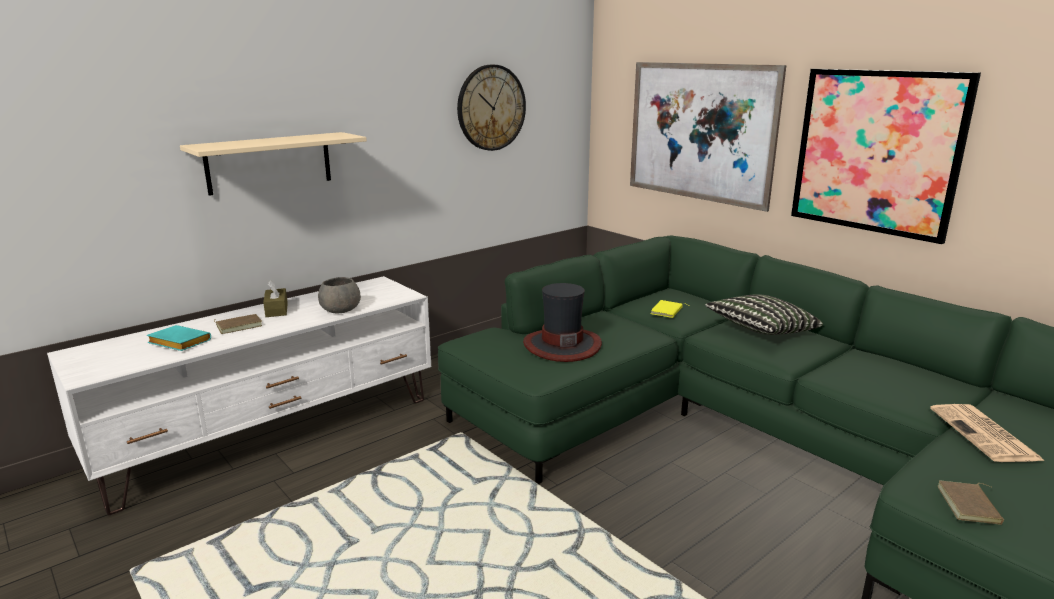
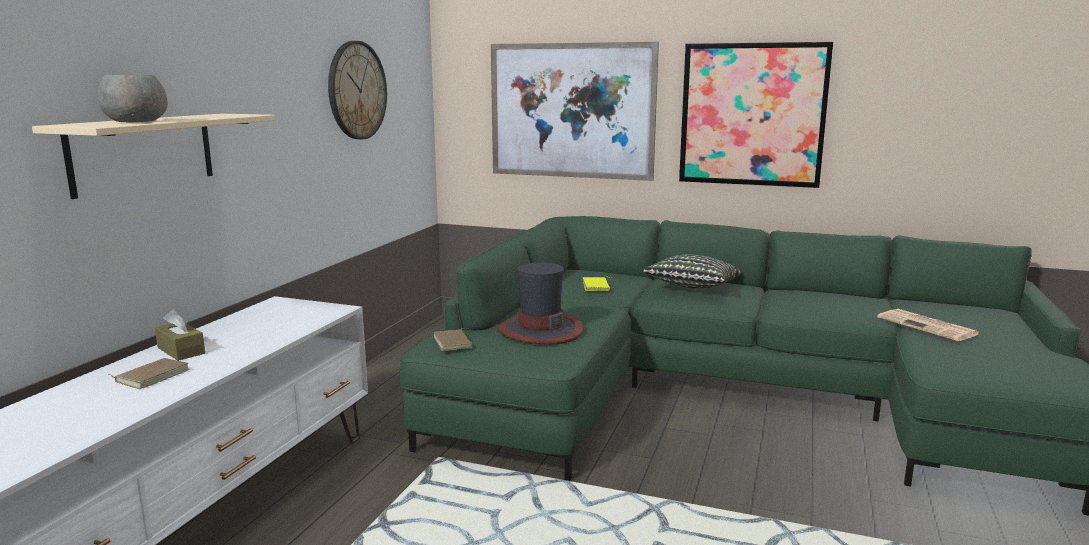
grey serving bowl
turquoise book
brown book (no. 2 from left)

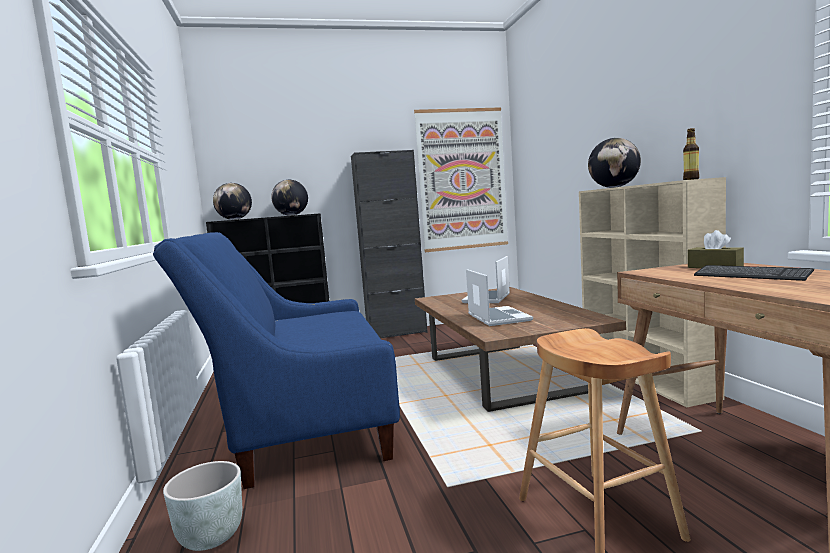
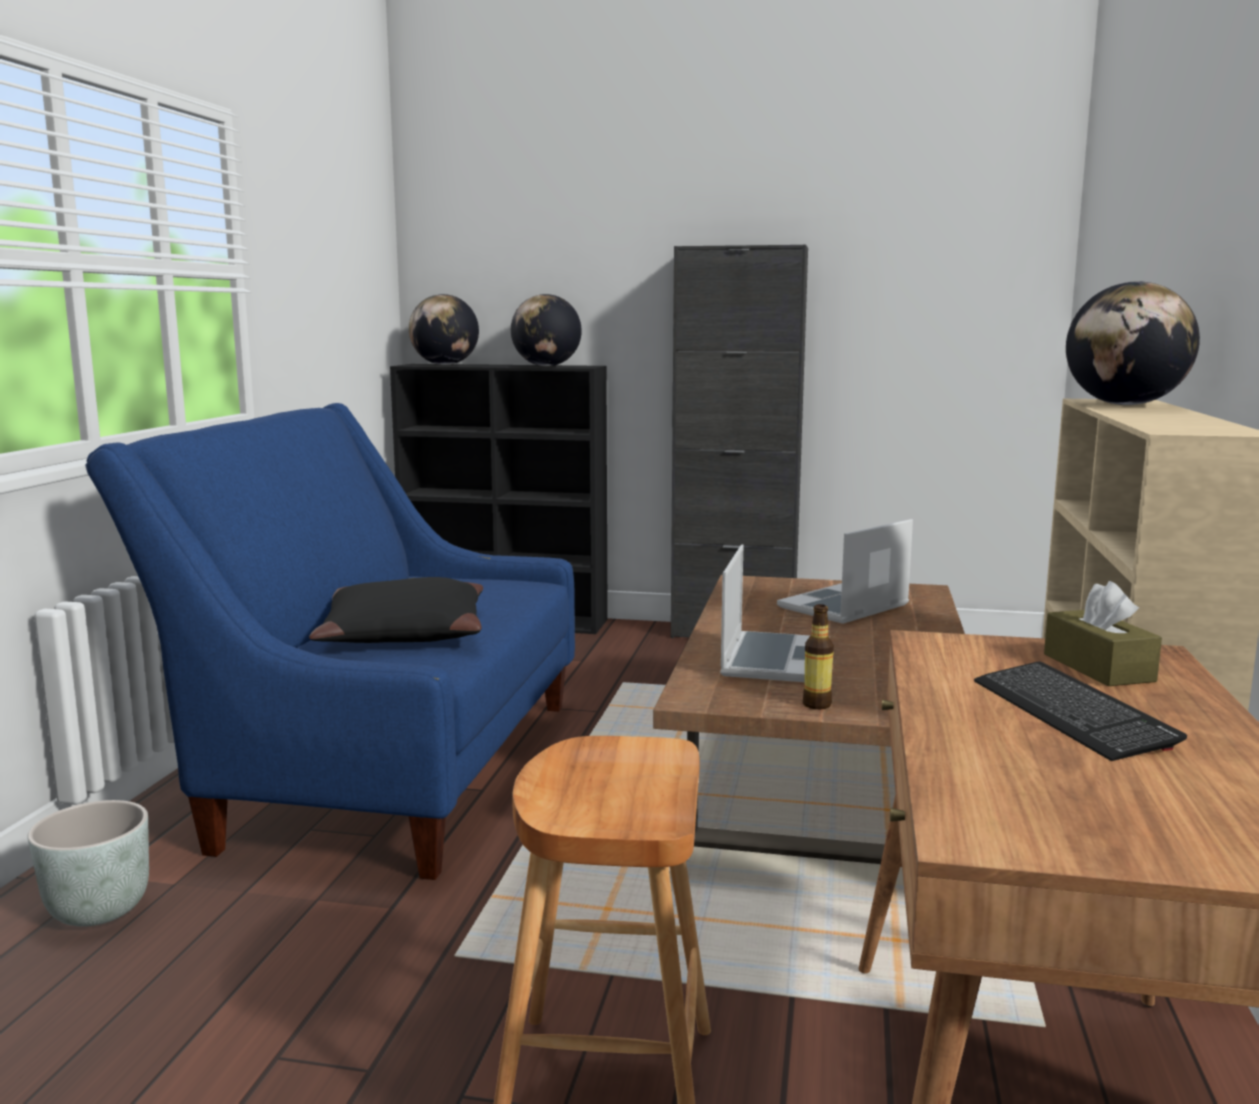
picture
beverage bottle
blackish cushion

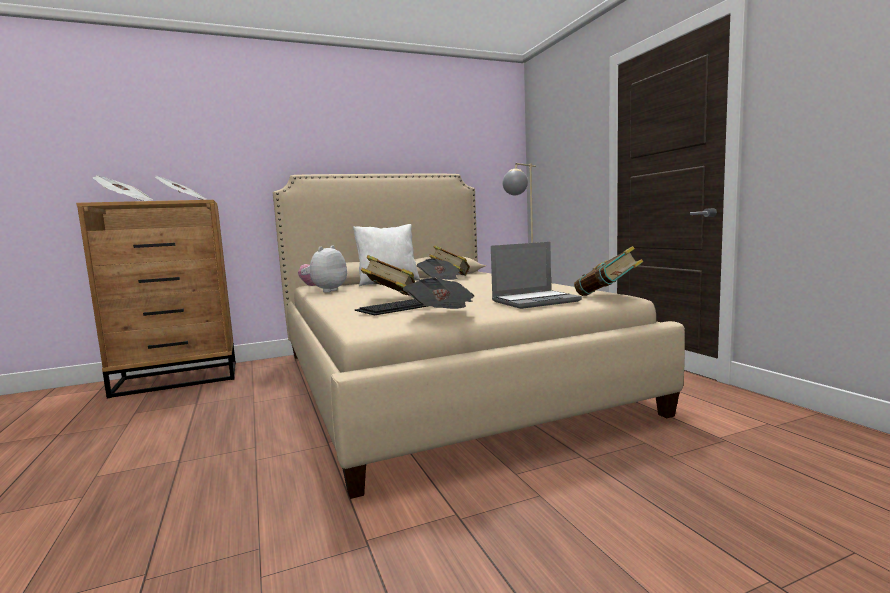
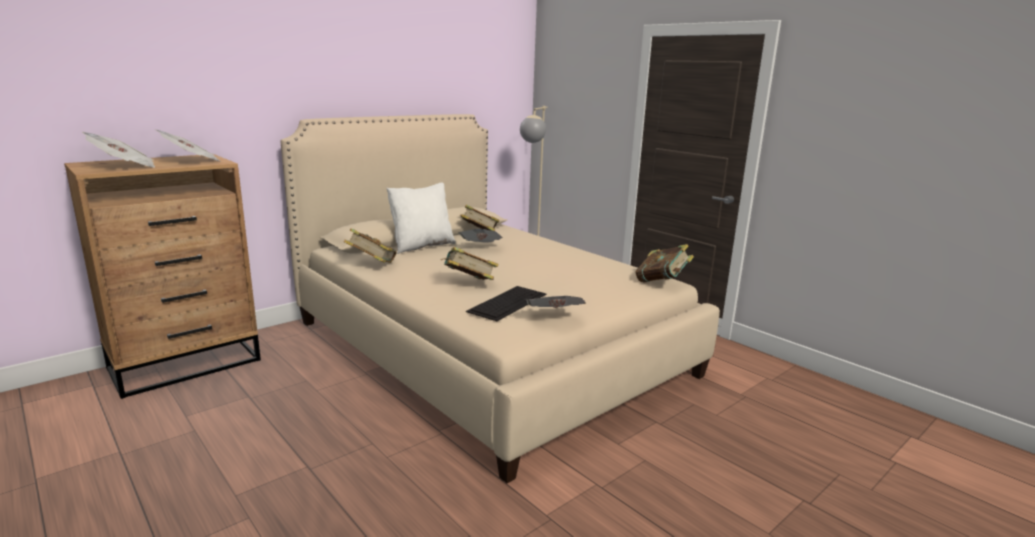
portable computer
book (no. 1 from left)

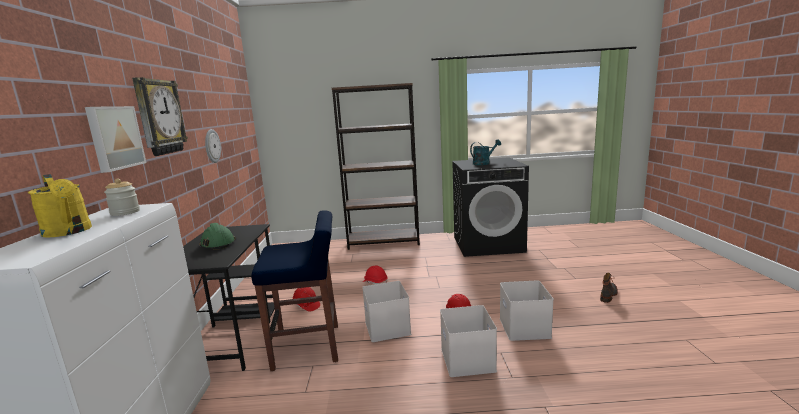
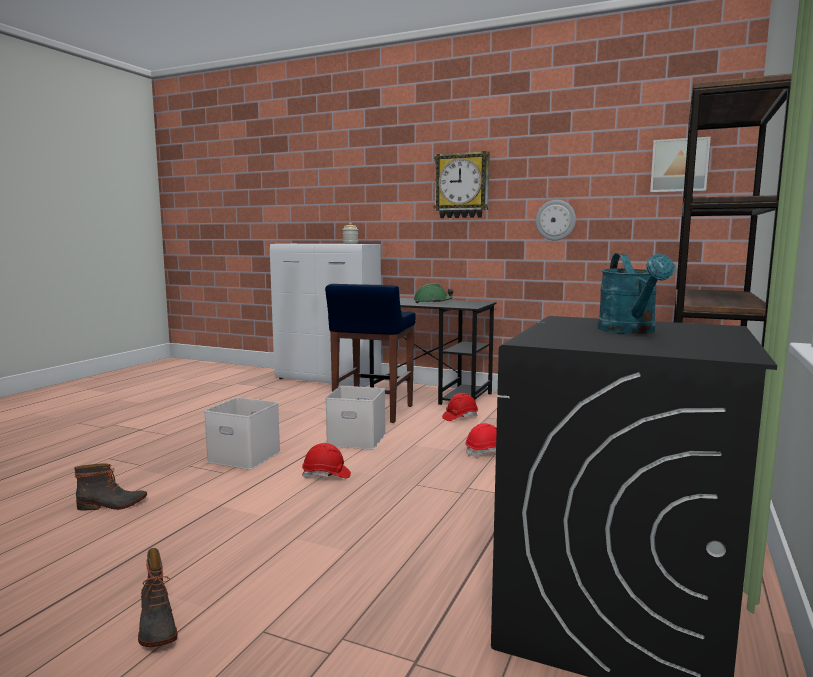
picture
yellowish watering can
white-coloured storage bin (no. 3 from left in the first image)
tall boot (no. 1 from left)

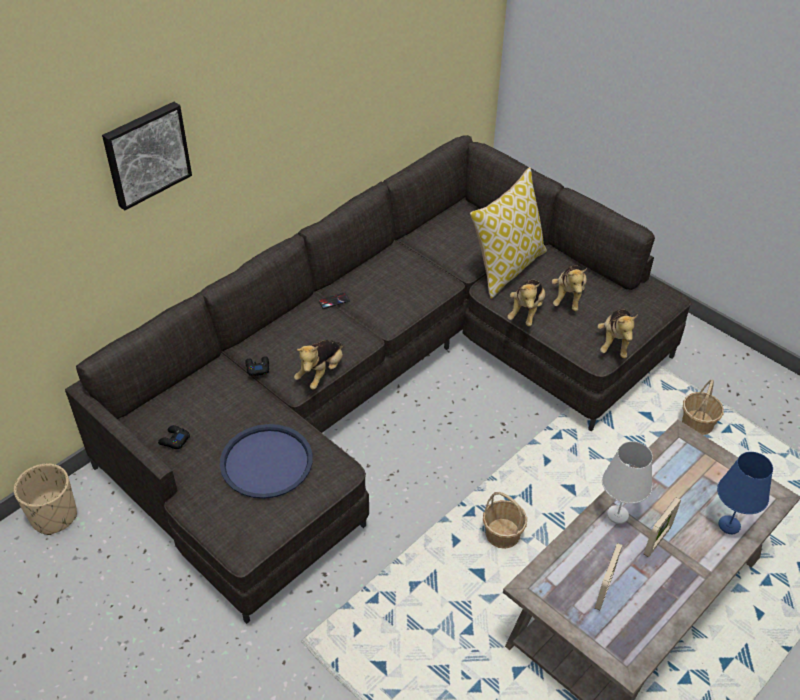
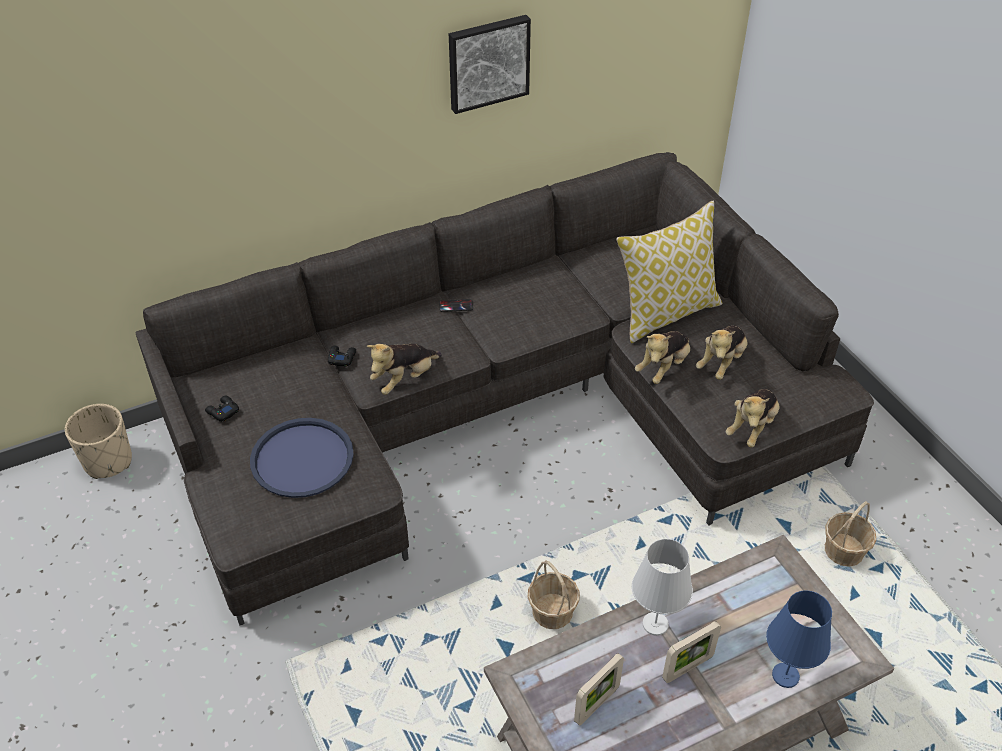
picture

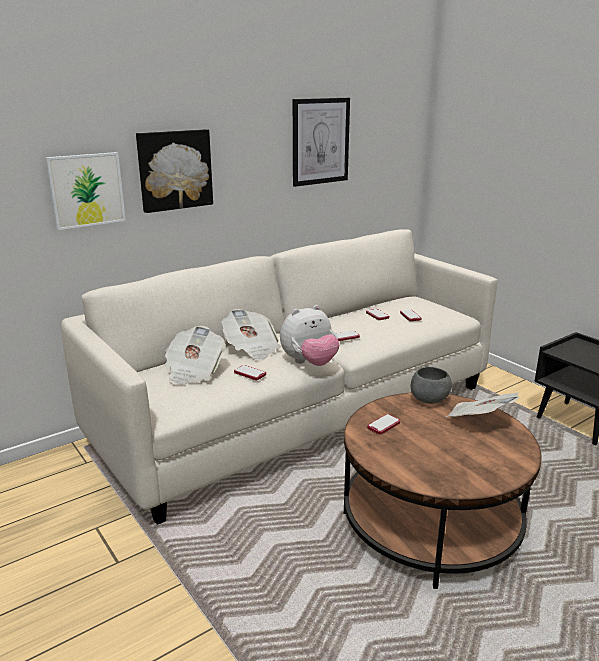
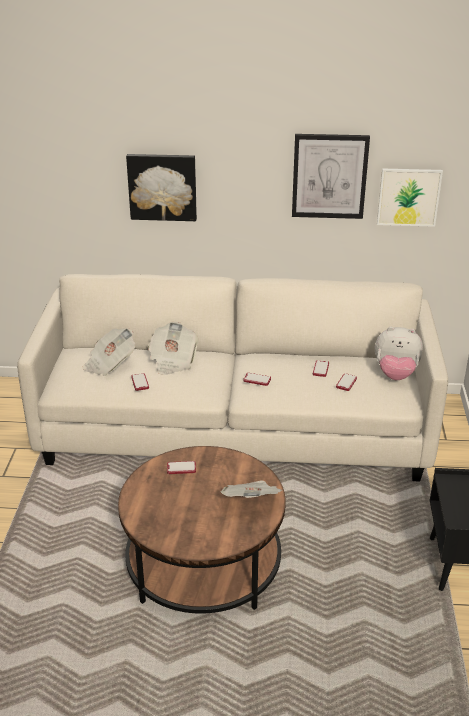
picture (no. 3 from left)
soft toy
grey serving bowl

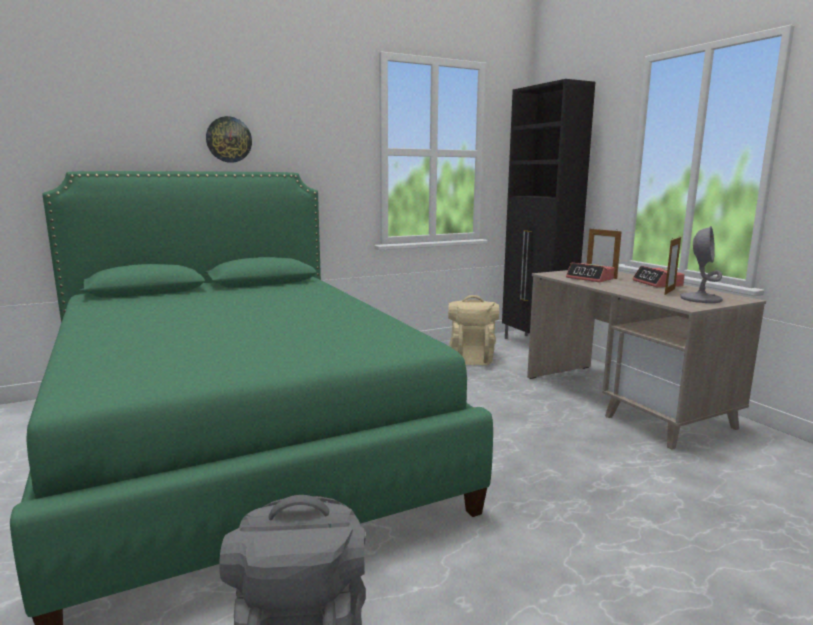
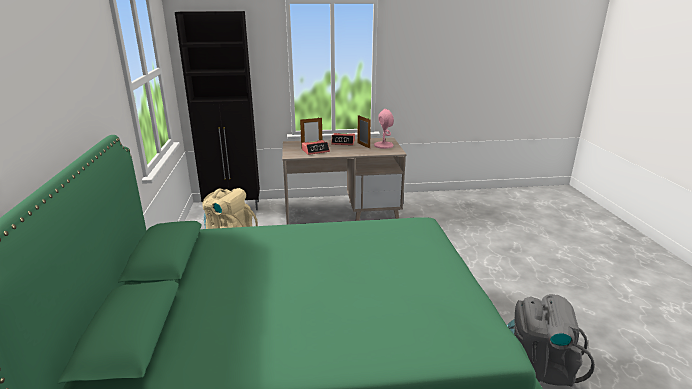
wall clock
pink-coloured lamp for a table

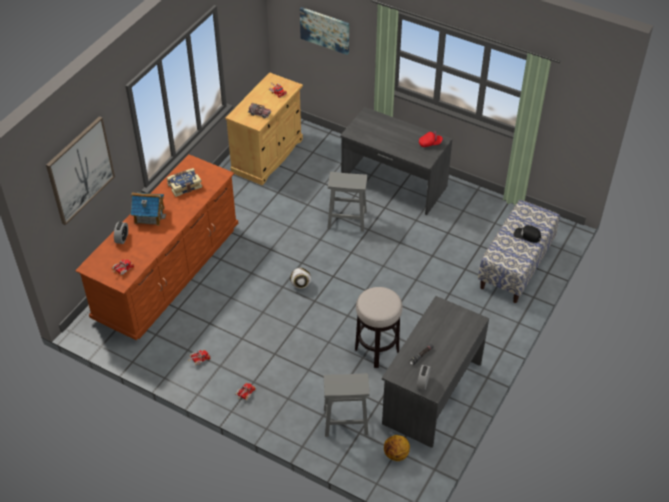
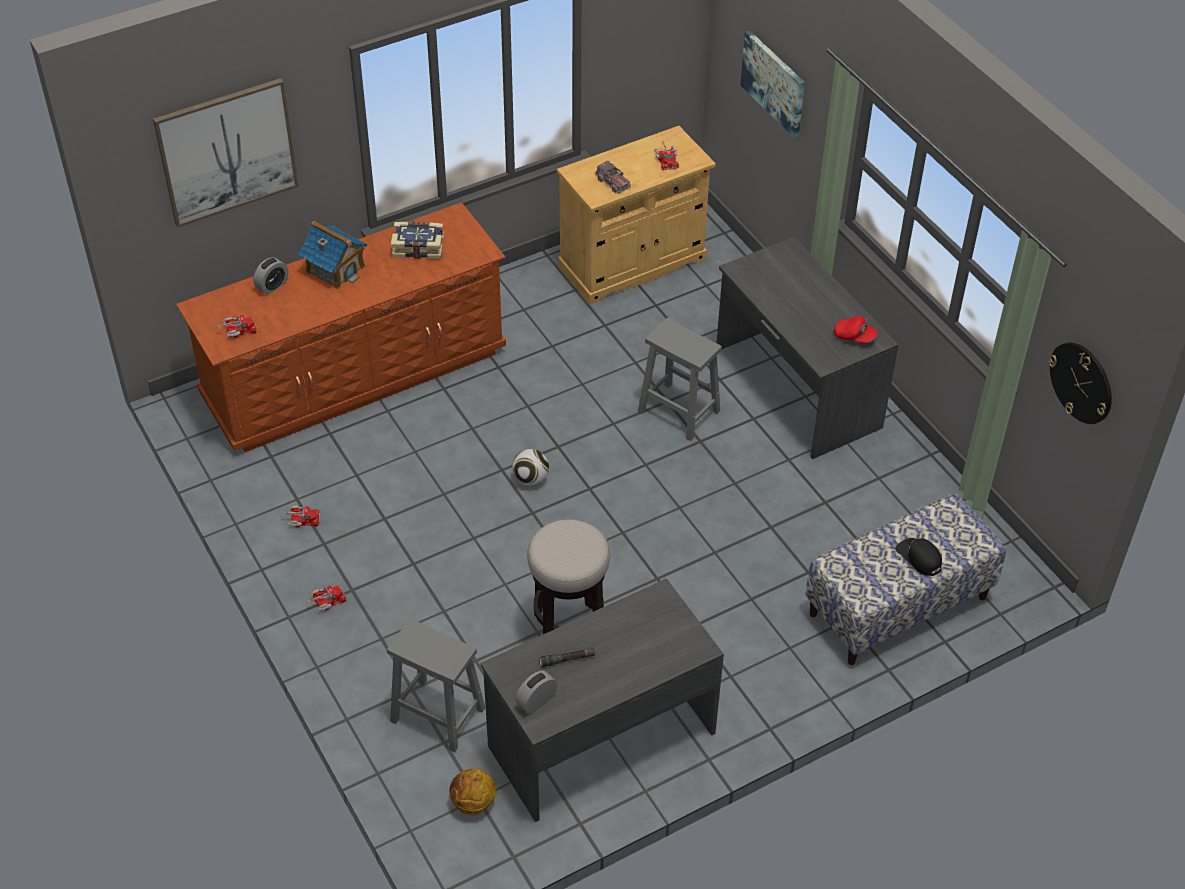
wall clock

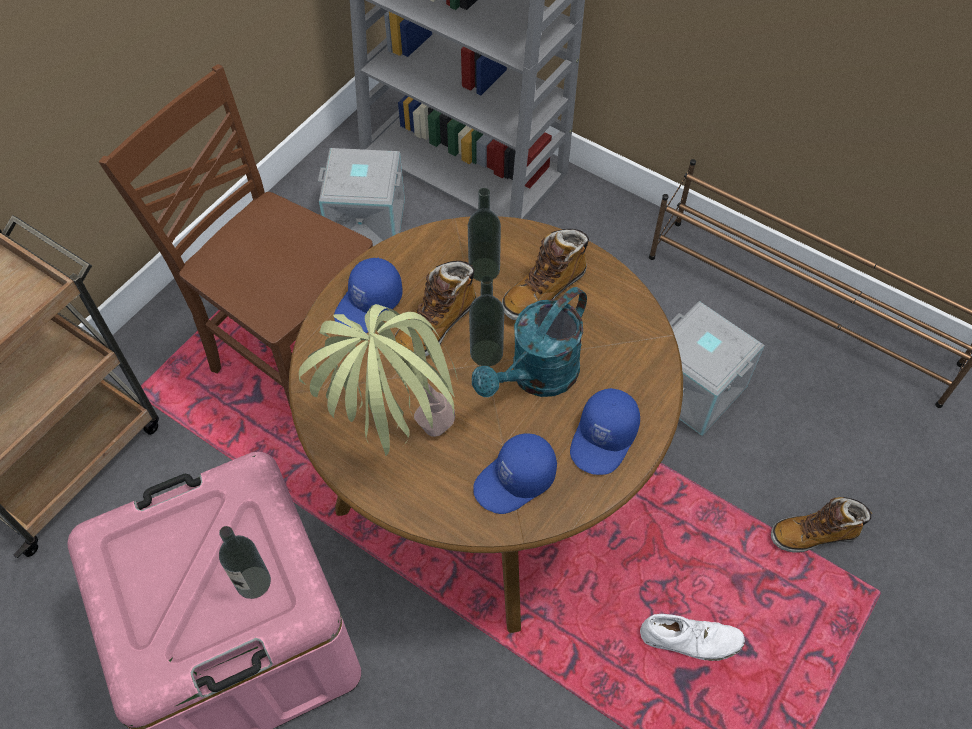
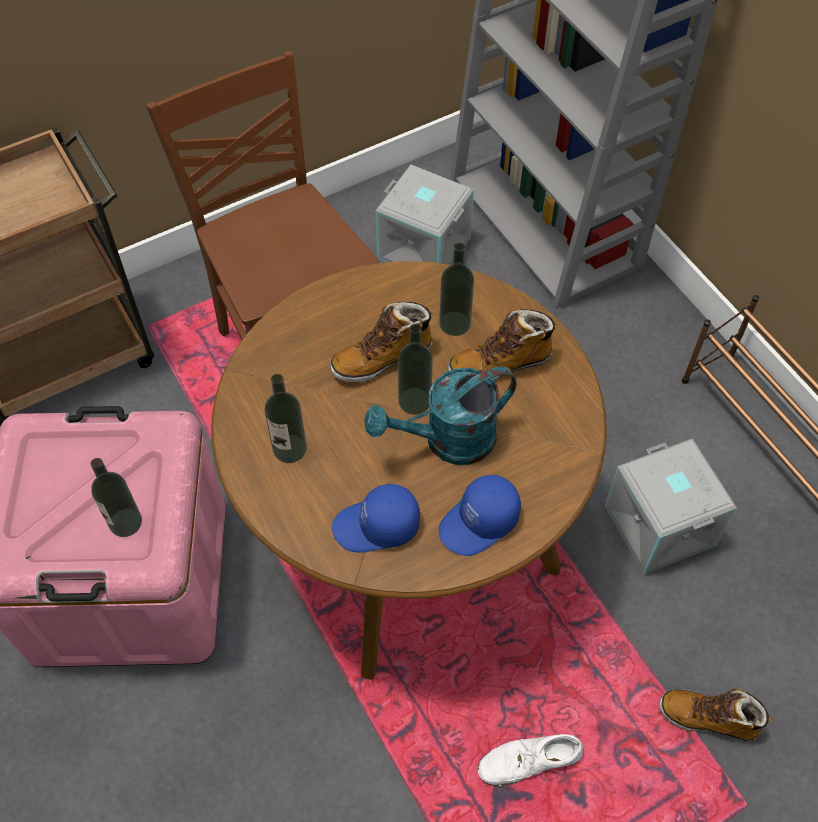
bluish peaked cap (no. 1 from left in the first image)
beverage bottle (no. 2 from left)
white-coloured item of footwear

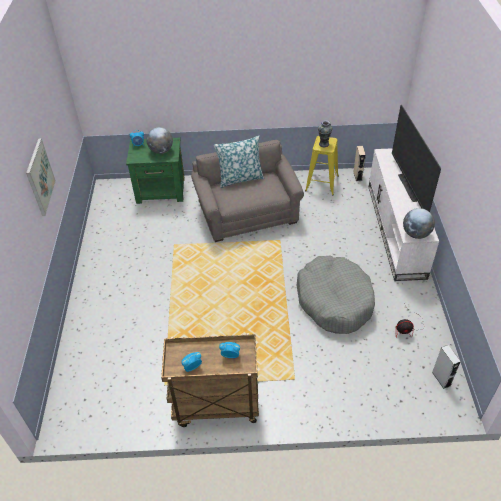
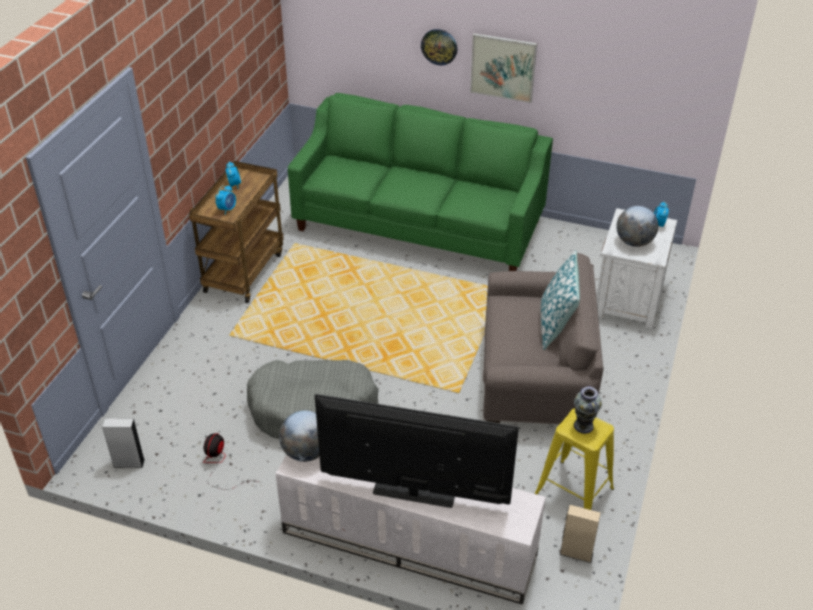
white-coloured bedside table
wall clock
greenish settee

